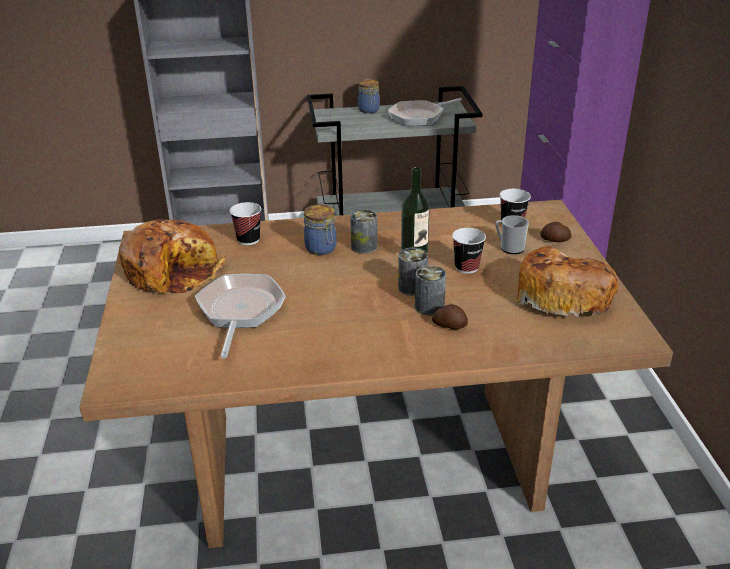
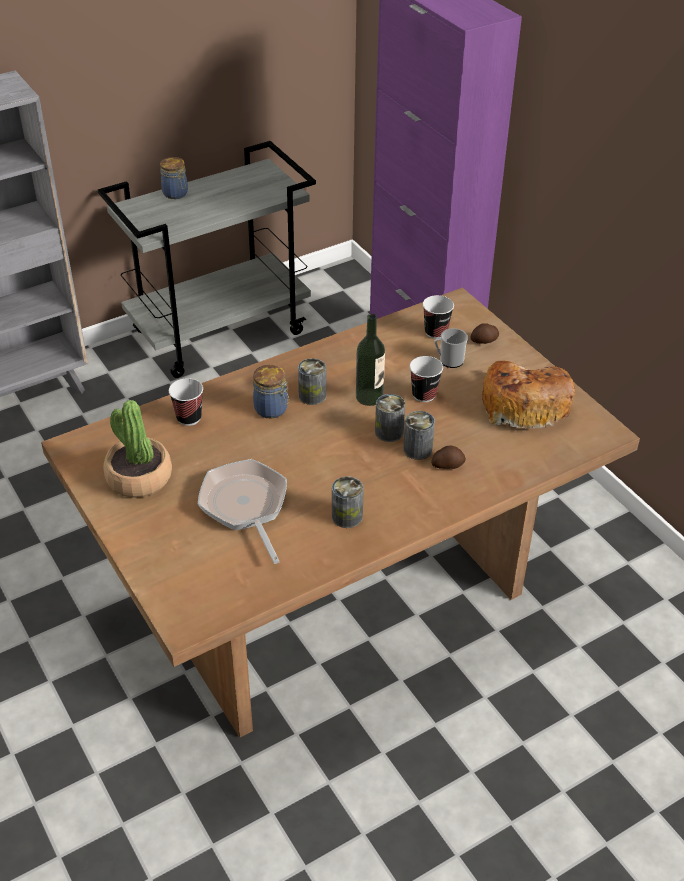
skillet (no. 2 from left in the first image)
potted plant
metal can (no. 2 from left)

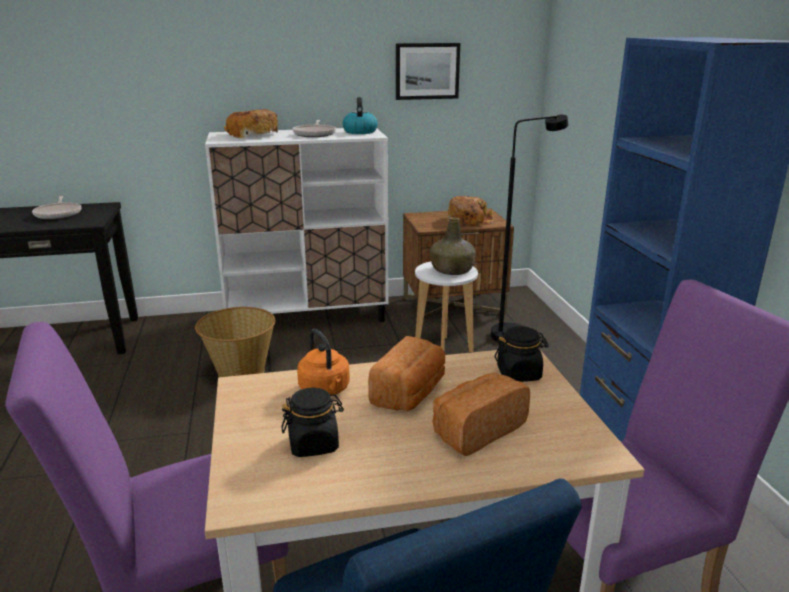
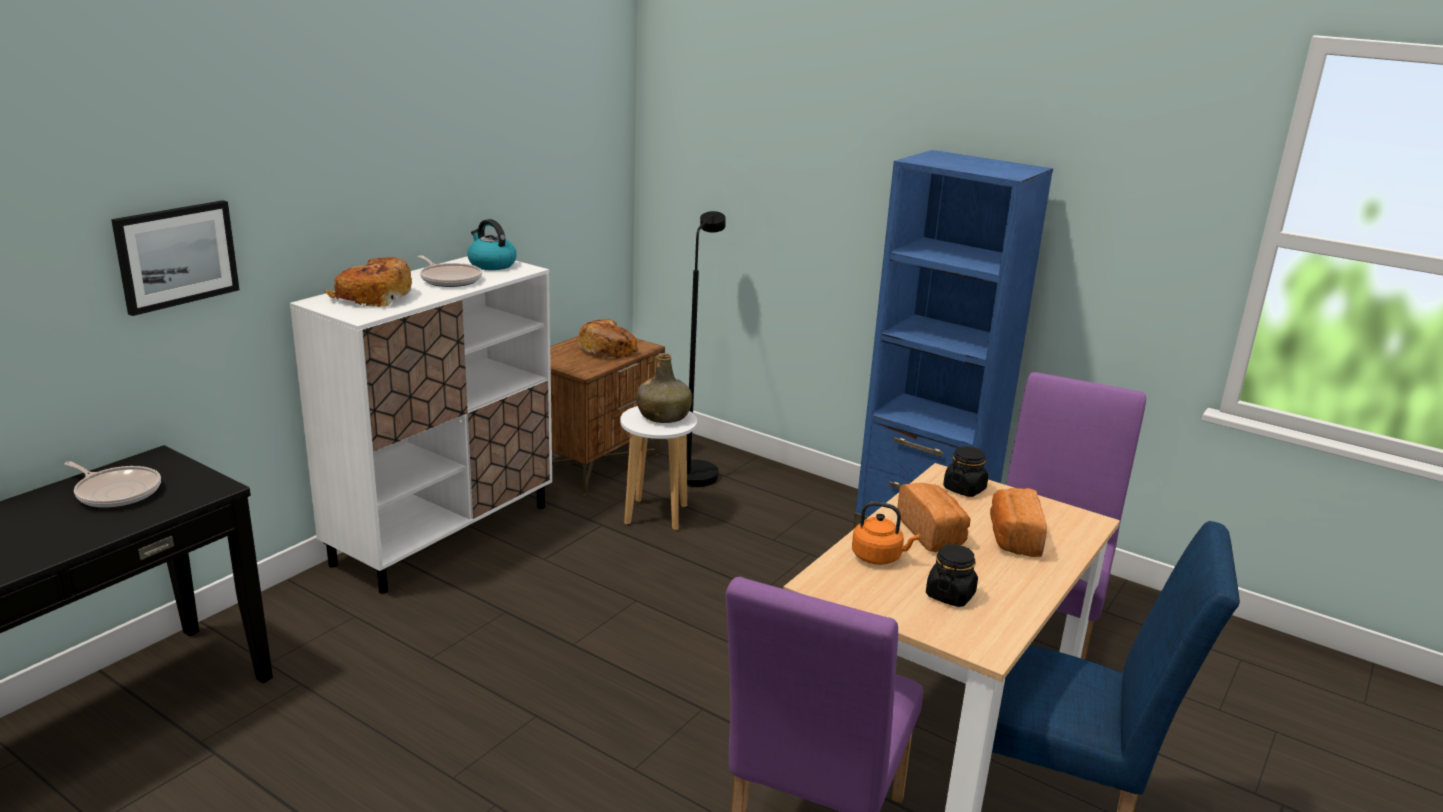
picture
basket

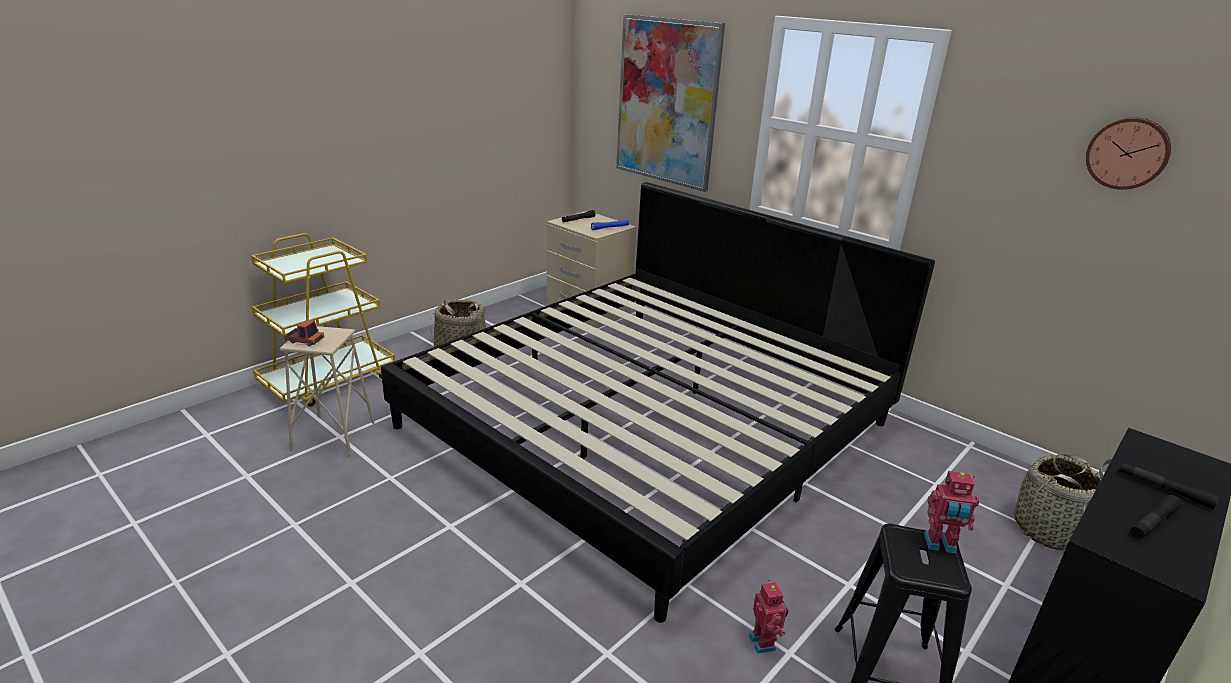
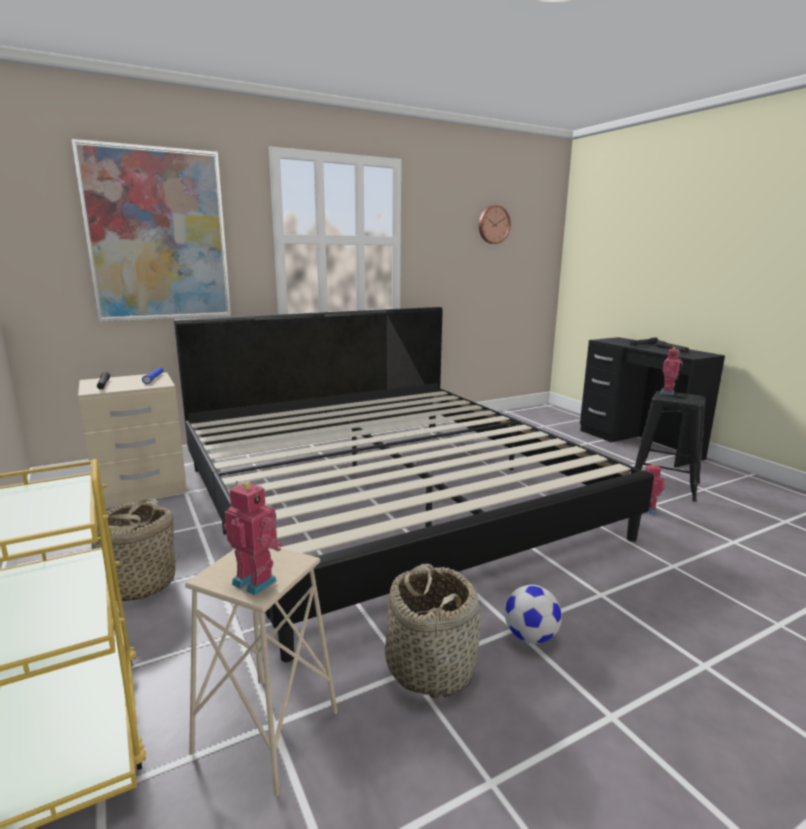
model robot (no. 1 from left)
basket (no. 2 from left)
football

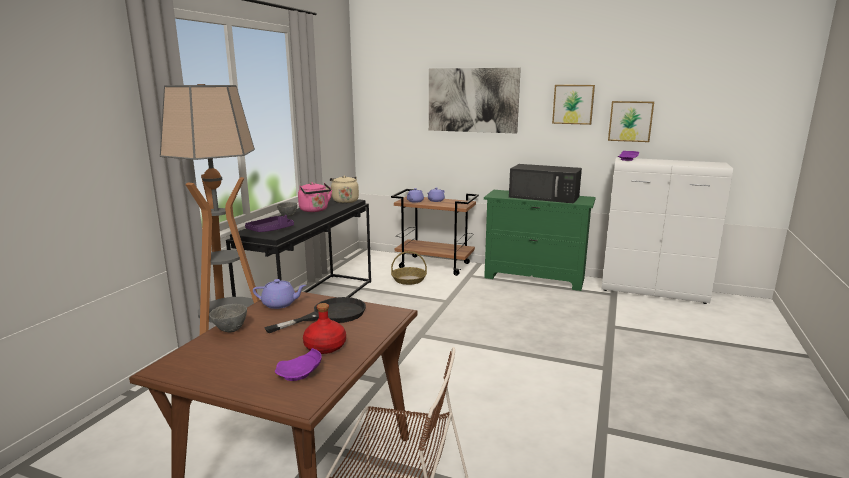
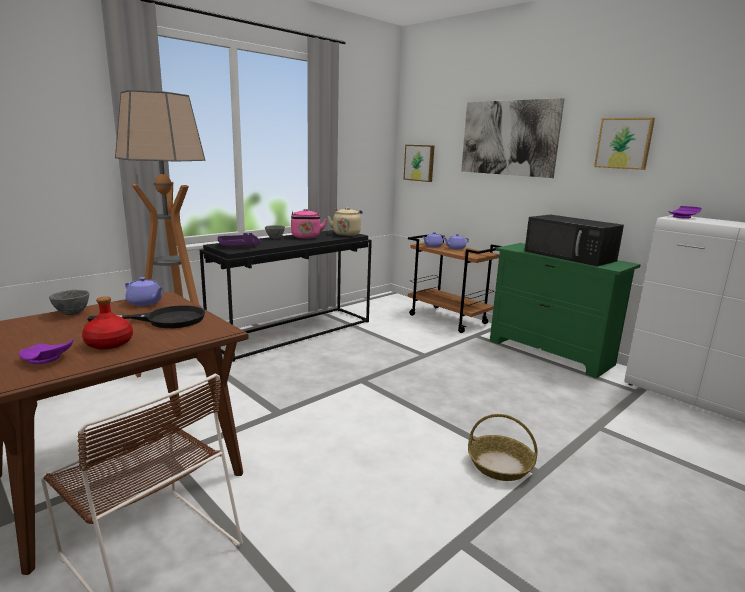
picture (no. 1 from left)
basket

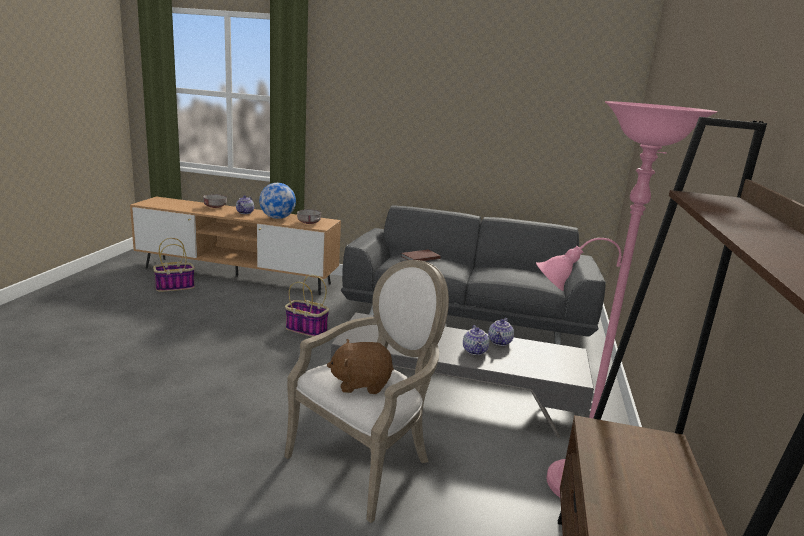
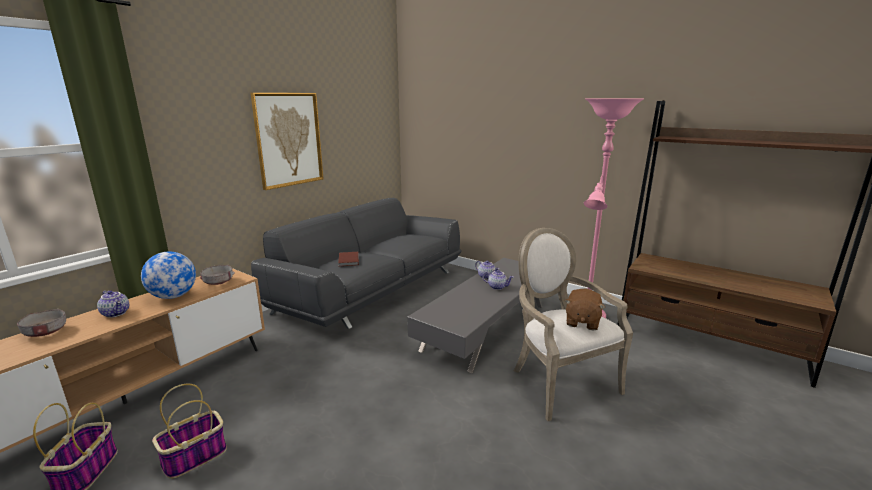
basket (no. 2 from left)
picture

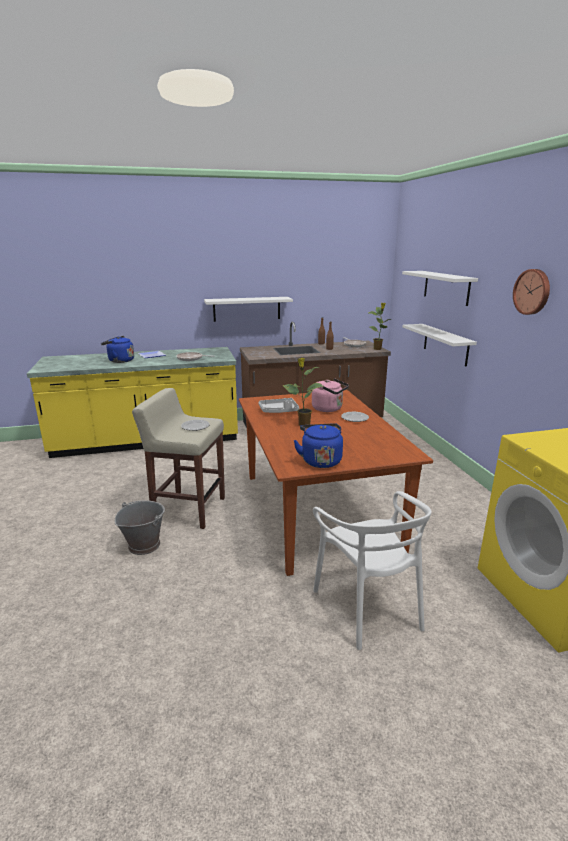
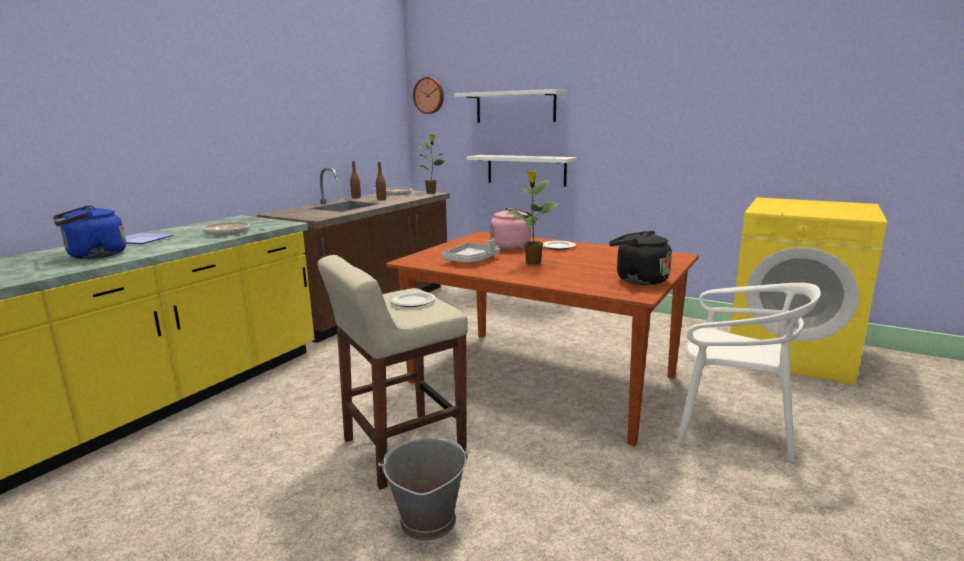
wall clock
white-coloured bracket shelf (no. 1 from left in the first image)
blackish kettle

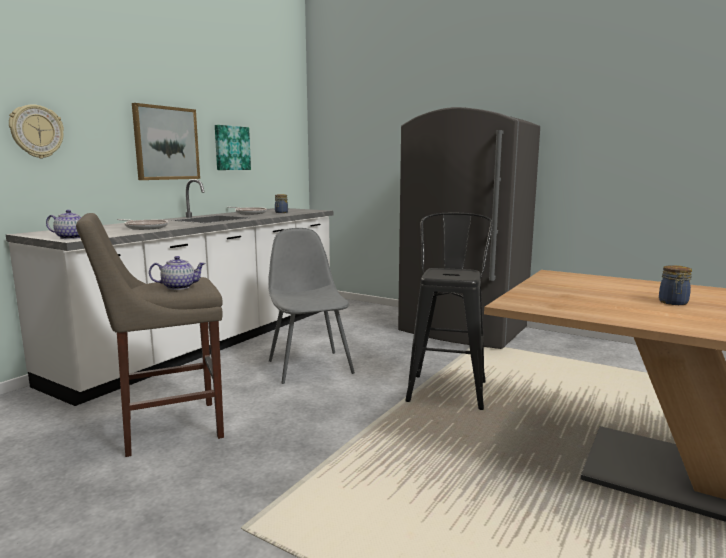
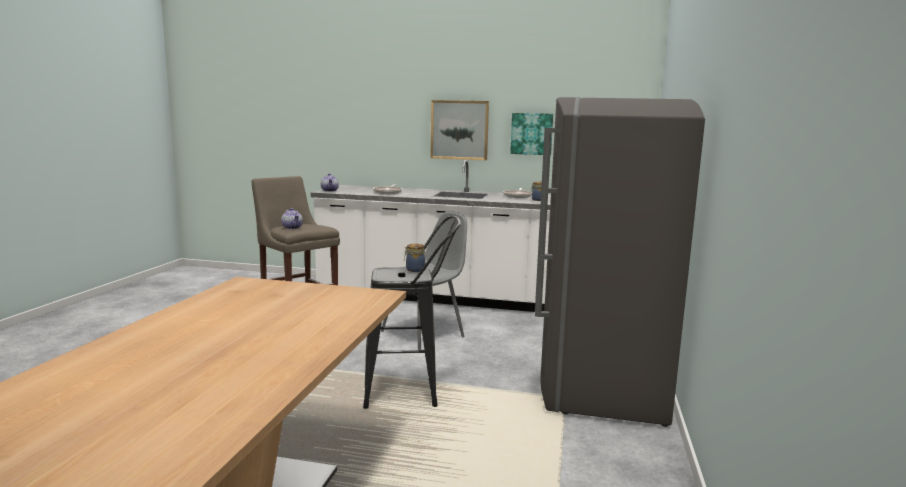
wall clock
storage jar (no. 1 from left)

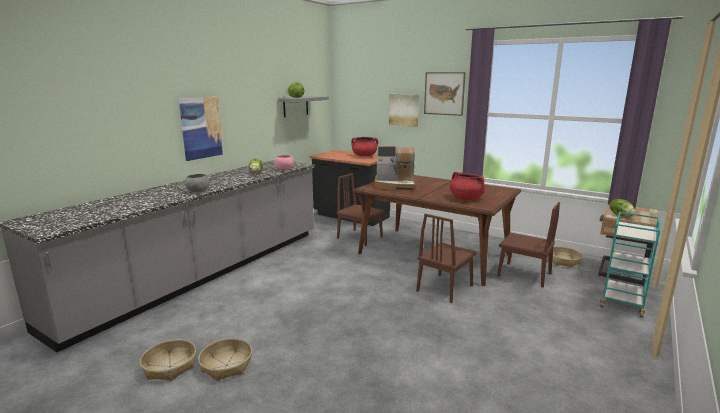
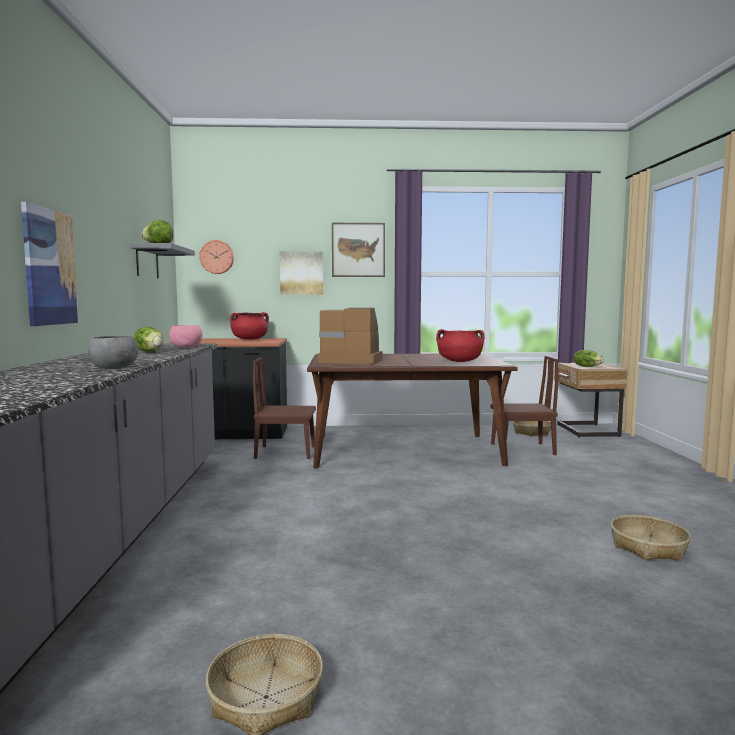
coffee machine
turquoise cart
brown upright chair (no. 2 from left in the first image)
basket (no. 3 from left)
wall clock

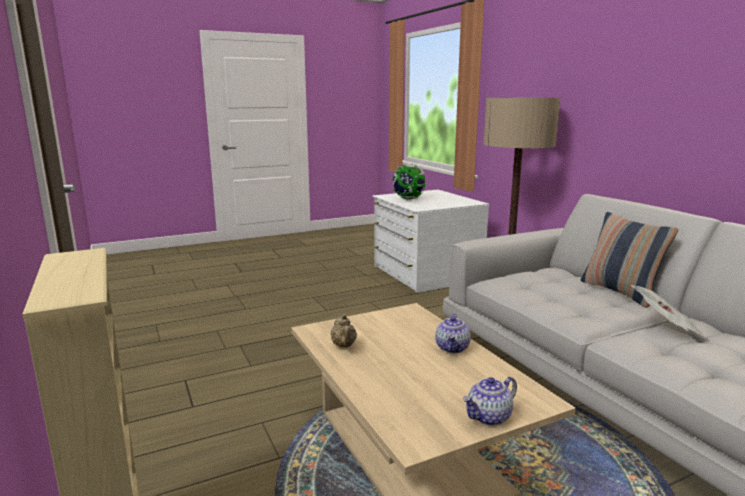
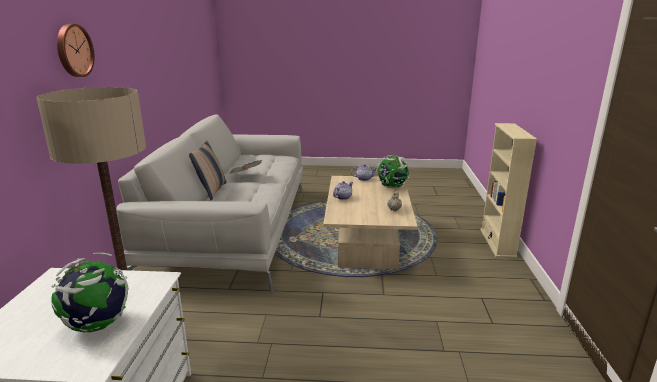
wall clock
world globe (no. 2 from left)

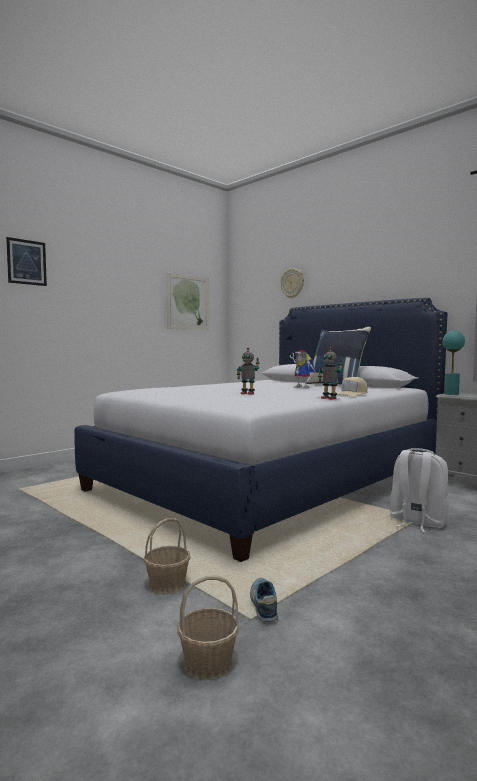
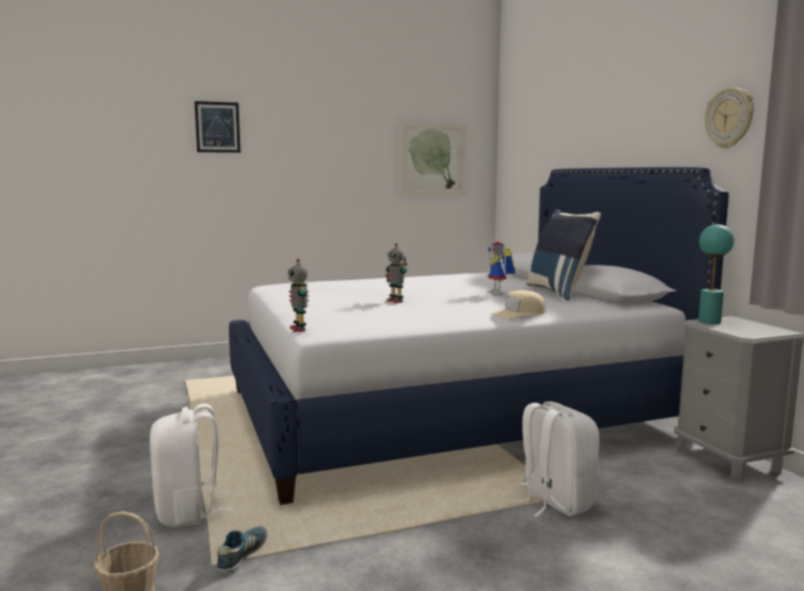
wall clock
model robot (no. 1 from left)
white-coloured rucksack (no. 1 from left)

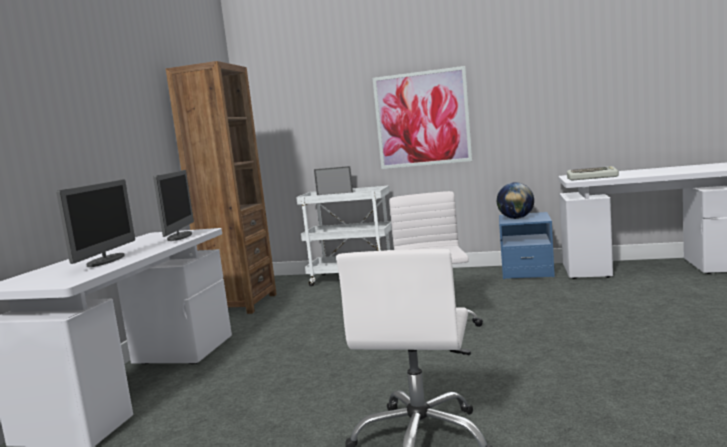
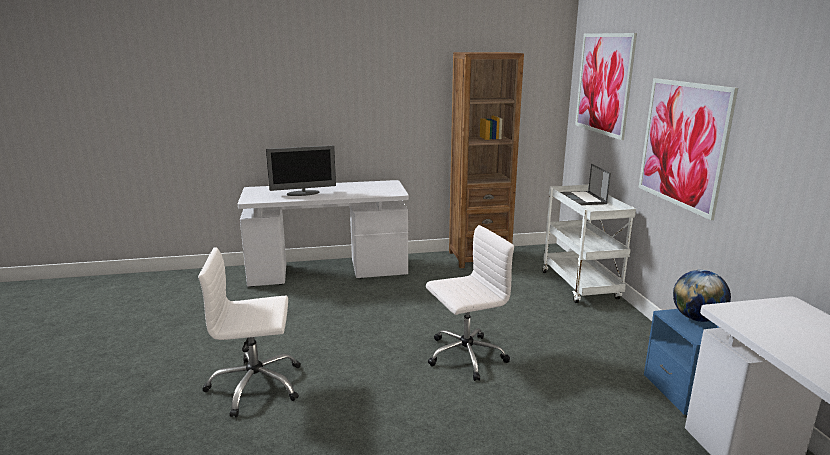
keyboard
computer display (no. 2 from left in the first image)
picture (no. 1 from left)

